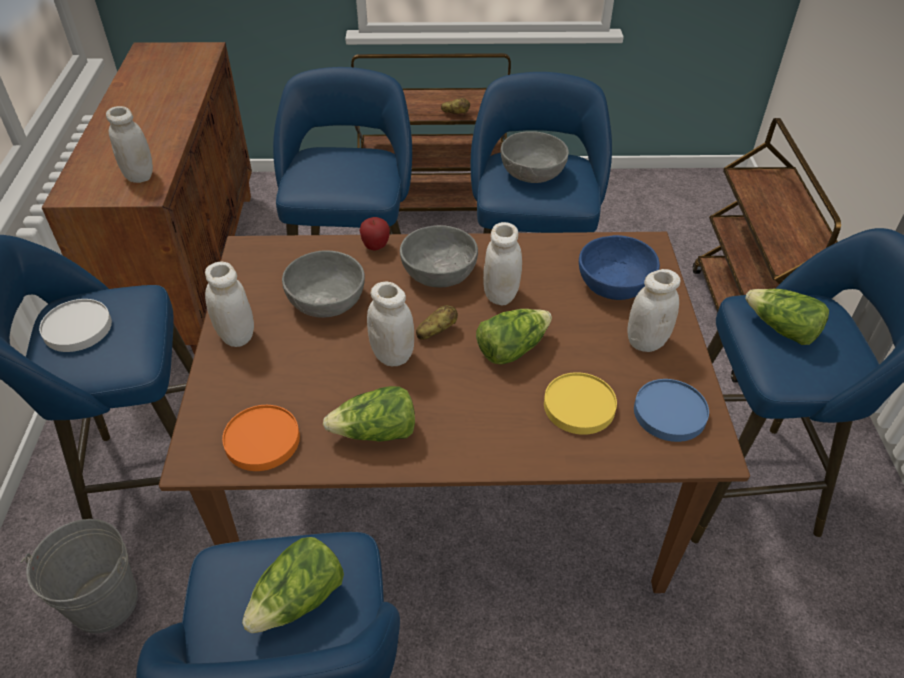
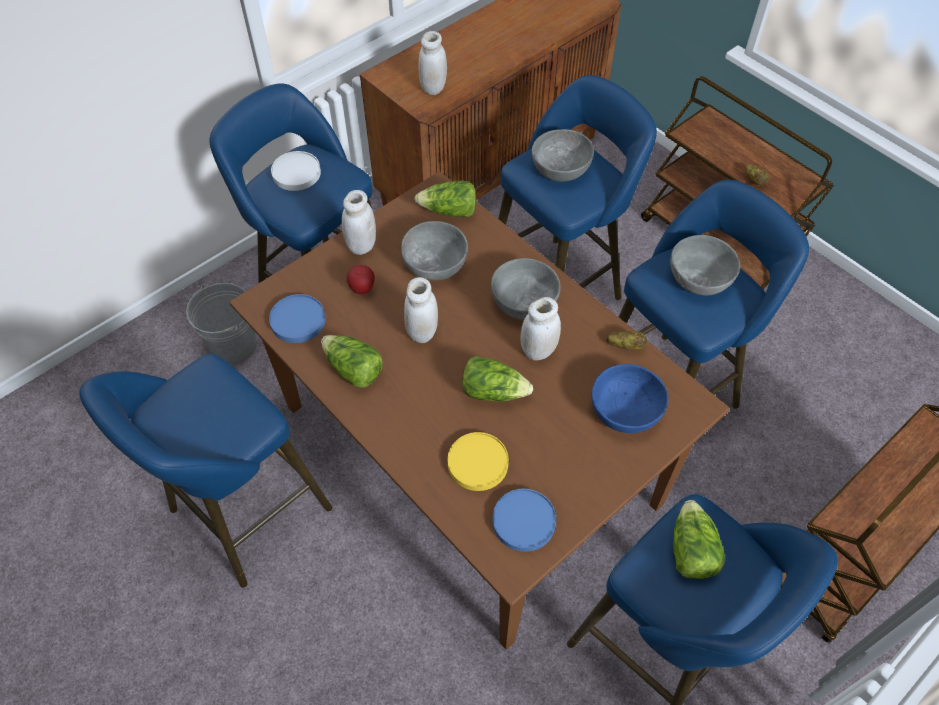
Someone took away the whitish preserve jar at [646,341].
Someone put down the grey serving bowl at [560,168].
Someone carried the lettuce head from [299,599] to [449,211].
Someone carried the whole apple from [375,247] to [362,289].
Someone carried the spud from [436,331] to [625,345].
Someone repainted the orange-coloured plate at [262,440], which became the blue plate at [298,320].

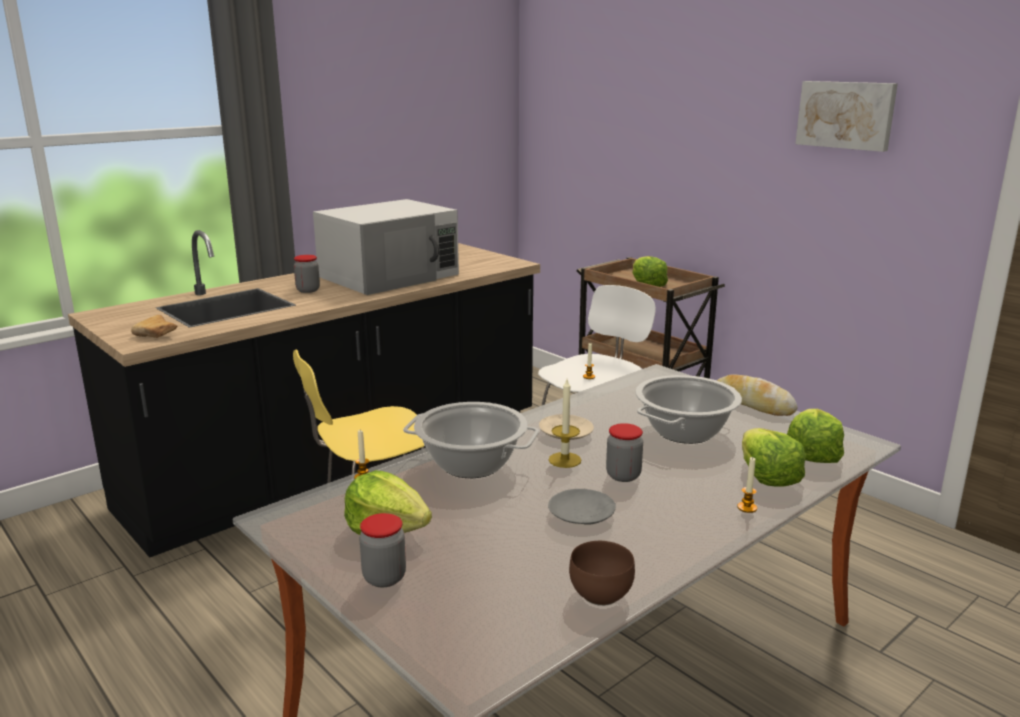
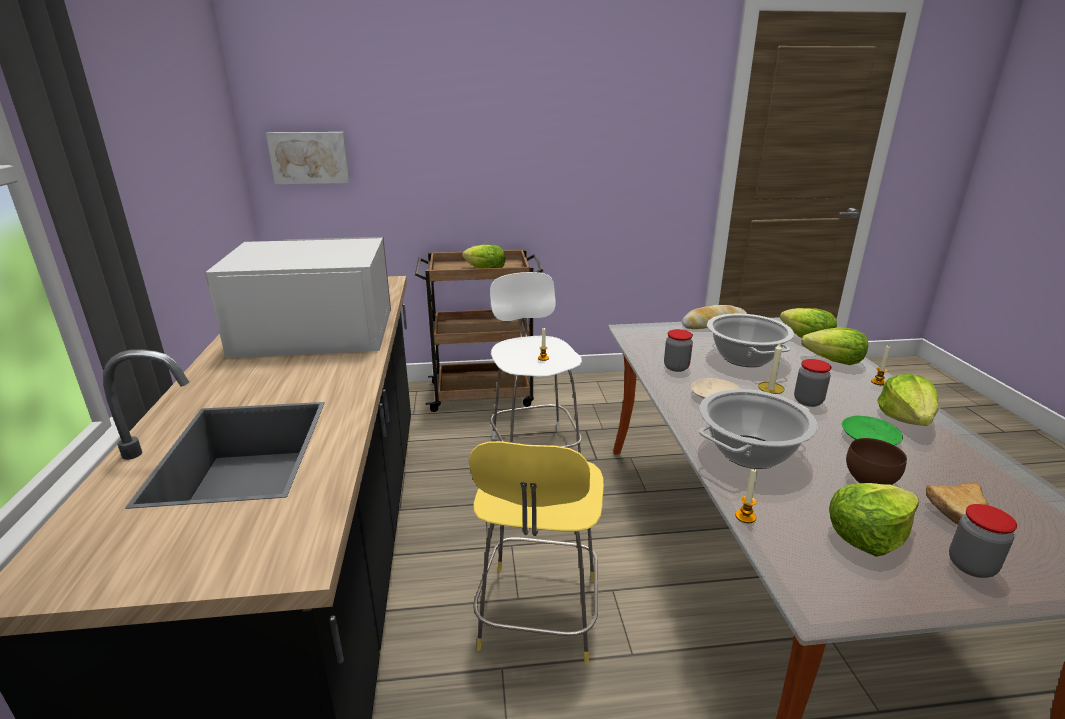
Someone put down the lettuce head at [906,419].
Someone carried the baked bread from [158,335] to [958,508].
Someone carried the preserve jar from [308,290] to [676,367].
Someone carried the brown serving bowl from [601,593] to [868,479].
Someone carried the wall art from [846,115] to [310,157].
Someone repainted the grey plate at [582,514], which became the greenish plate at [870,437].
Someone rotated the whitish kitchen microwave at [390,275] by 90 degrees counterclockwise.

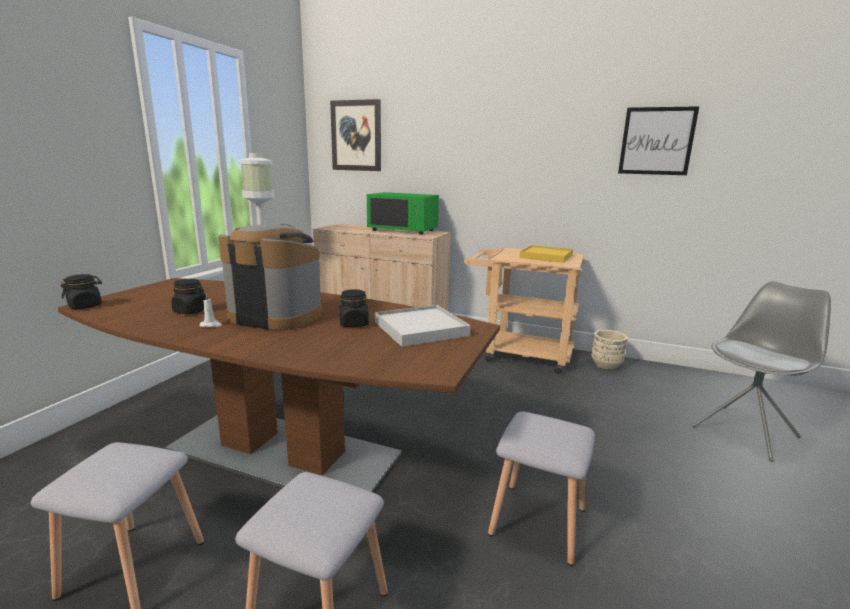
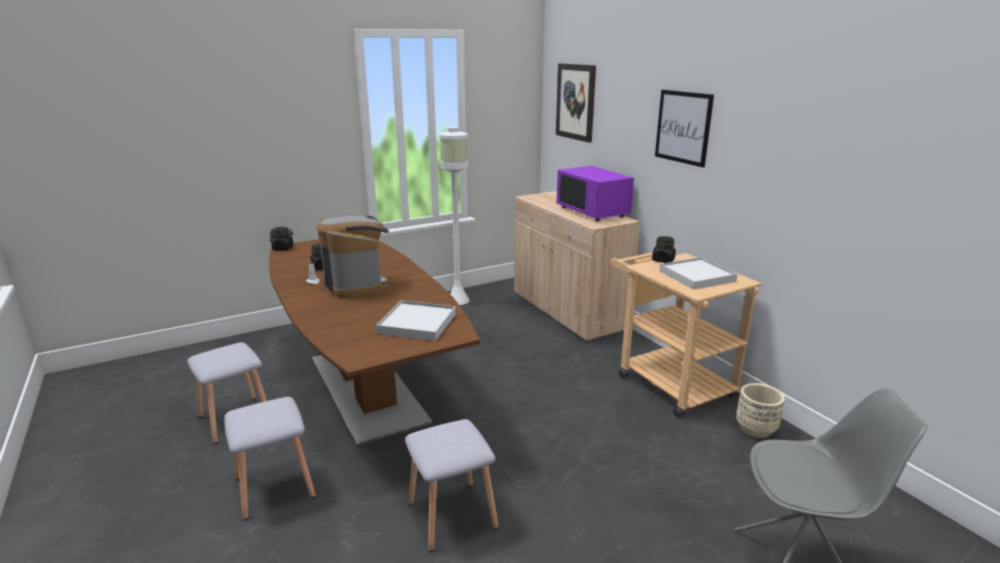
Someone carried the black-coloured preserve jar from [354,324] to [663,260].
Someone carried the wall art from [656,141] to [683,127].
Someone repainted the greenish kitchen microwave at [403,230], which became the purplish kitchen microwave at [593,211].
Someone repainted the yellow carrying tray at [546,256], which became the whitish carrying tray at [696,276].

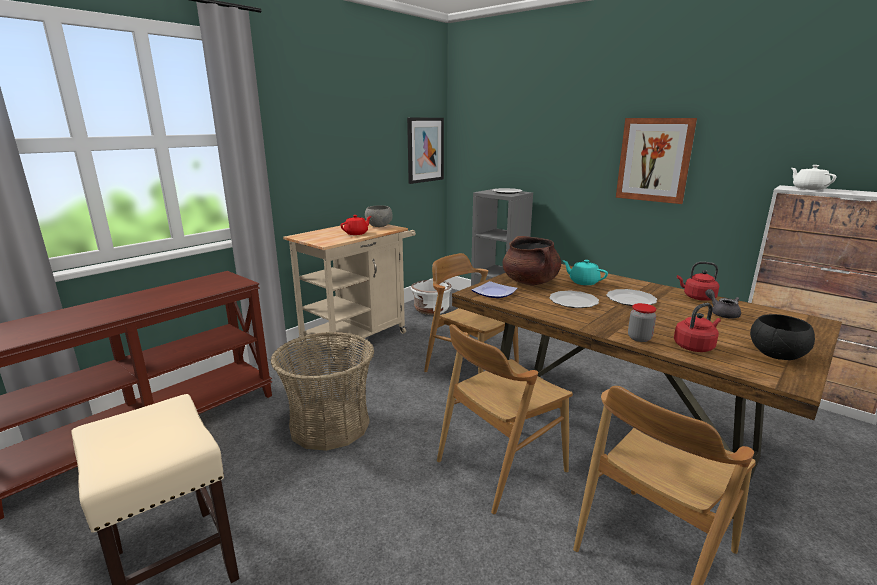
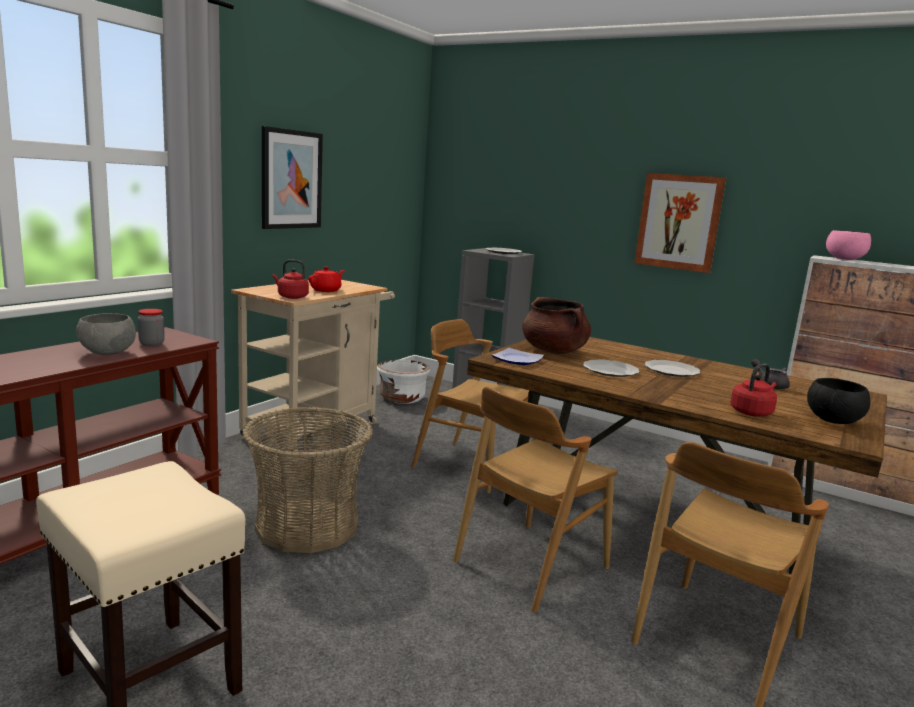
Someone took away the turquoise-coloured tea pot at [583,282].
Someone carried the grey serving bowl from [379,226] to [108,353].
Someone carried the wall art from [425,150] to [291,179].
Someone carried the preserve jar from [639,338] to [152,344].
Someone carried the reddish water kettle from [697,297] to [291,297].
Someone swapped the whitish tea pot at [808,188] for the pink-coloured serving bowl at [844,259].

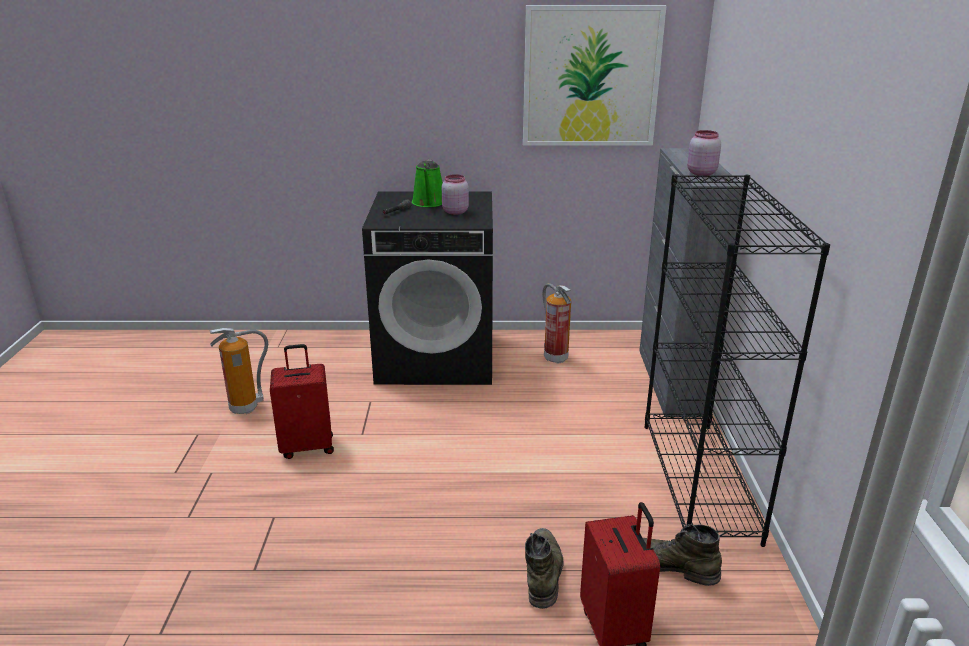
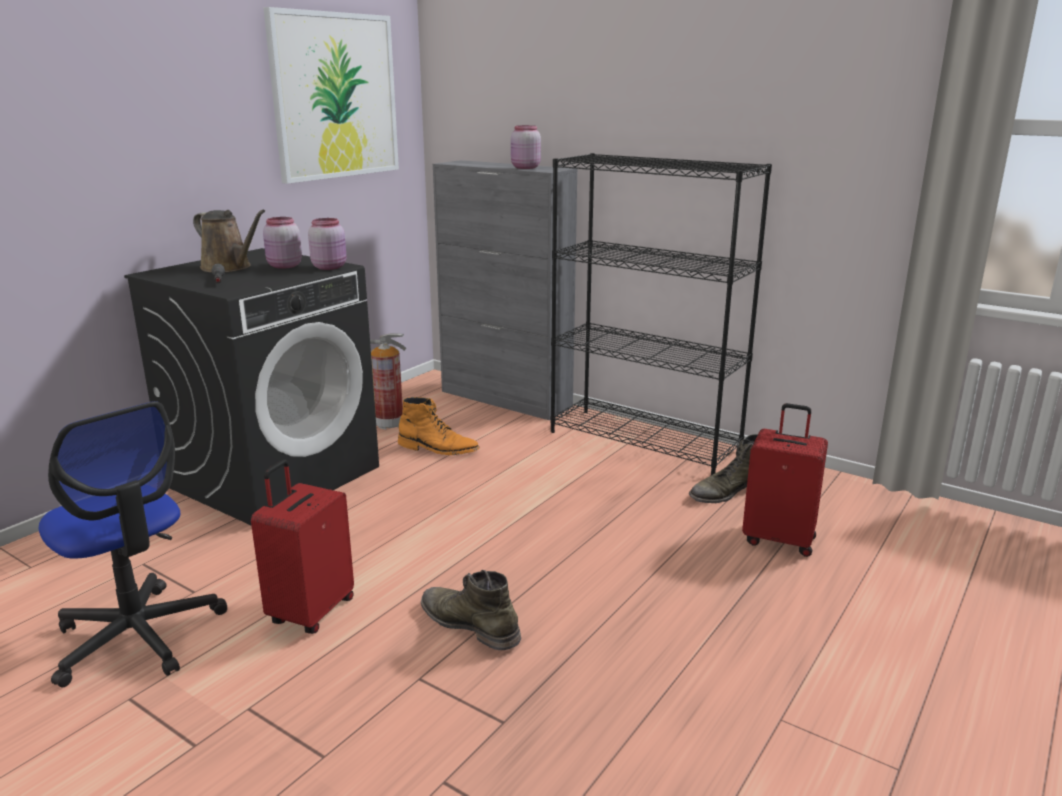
Someone put down the pink-coloured preserve jar at [330,267].
Someone put down the orange-coloured boot at [438,449].
Someone carried the greenish boot from [543,571] to [469,624].
Someone swapped the fire extinguisher at [245,408] for the desk chair at [138,636].
Someone repainted the greenish watering pot at [429,203], which became the brown watering pot at [229,267].

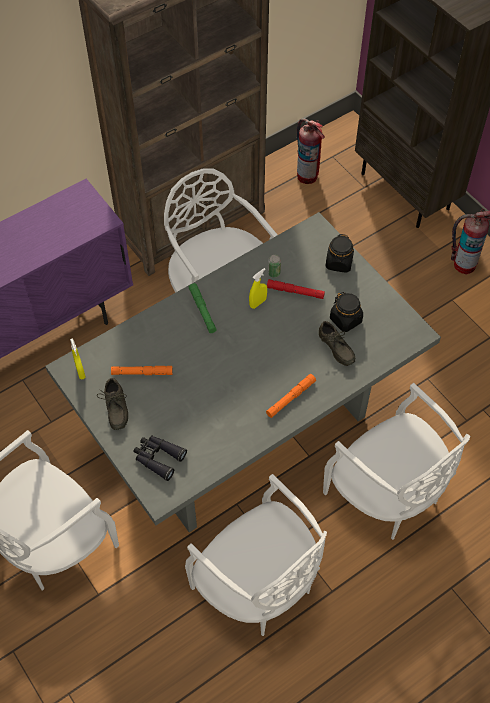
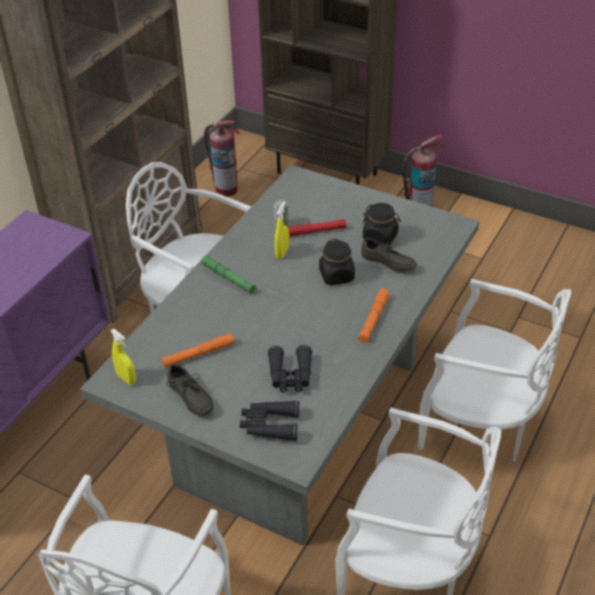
Someone put down the black-coloured pair of binoculars at [290,376].
Someone carried the black-coloured preserve jar from [339,263] to [336,276].

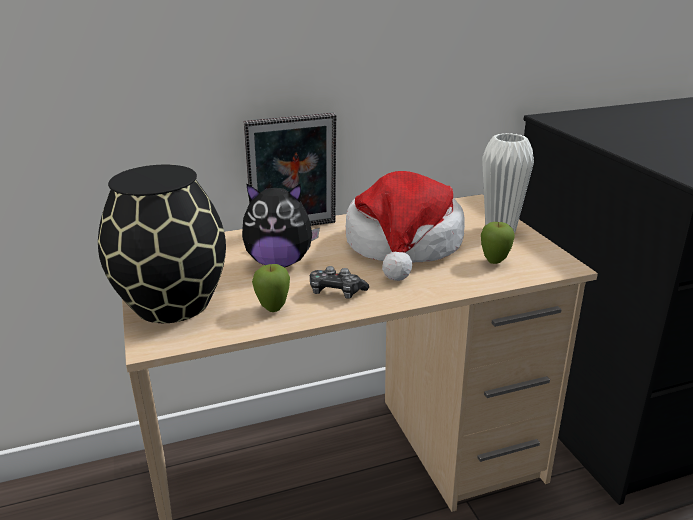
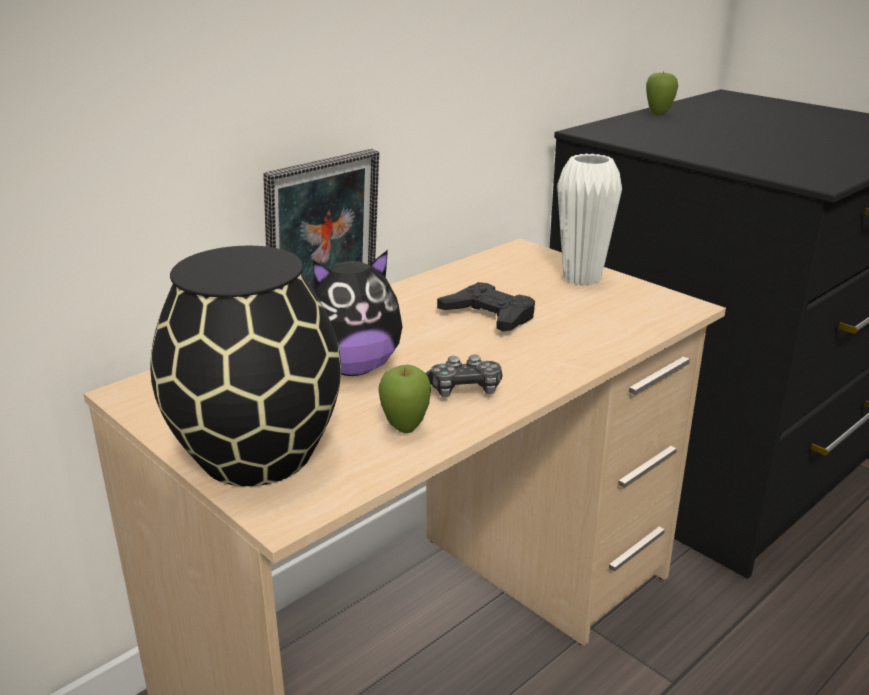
Someone carried the whole apple from [494,262] to [658,114].
Someone swapped the hat at [404,245] for the black-coloured joypad at [489,316].

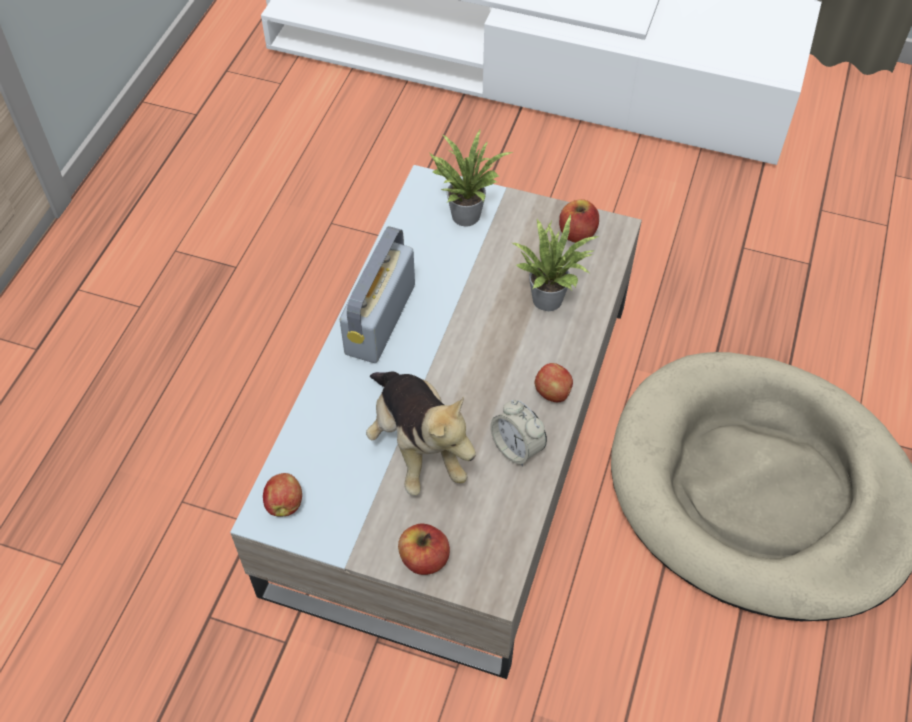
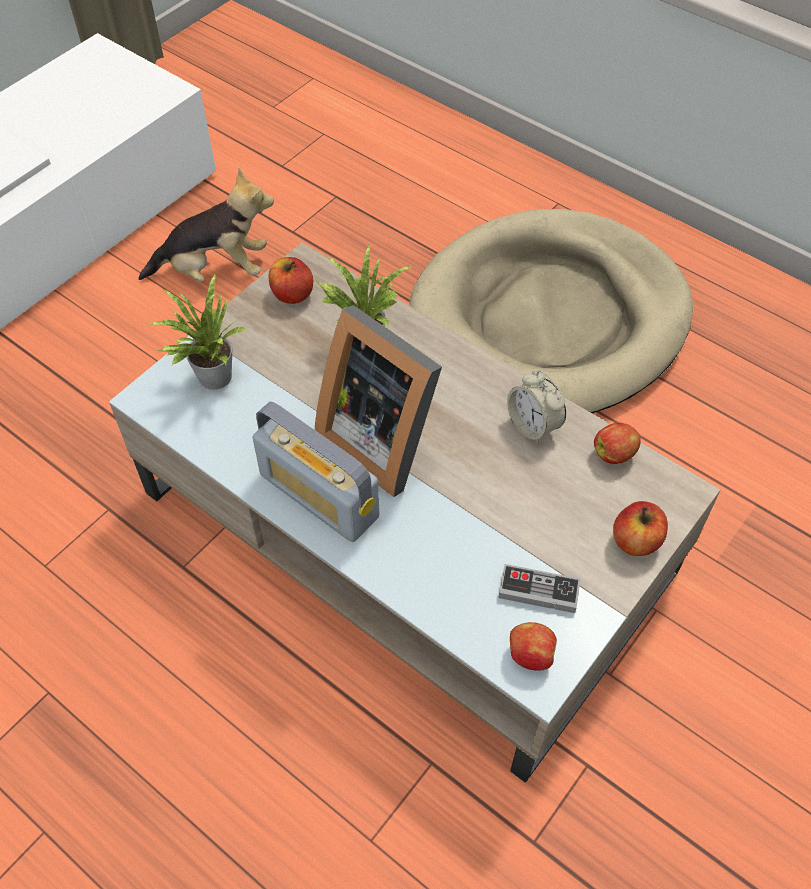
Someone put down the picture frame at [382,437].
Someone put down the joypad at [538,590].
Someone carried the plush toy from [416,446] to [215,270].
Someone carried the whole apple from [553,393] to [614,454].
Someone rotated the alarm clock at [517,448] by 75 degrees clockwise.

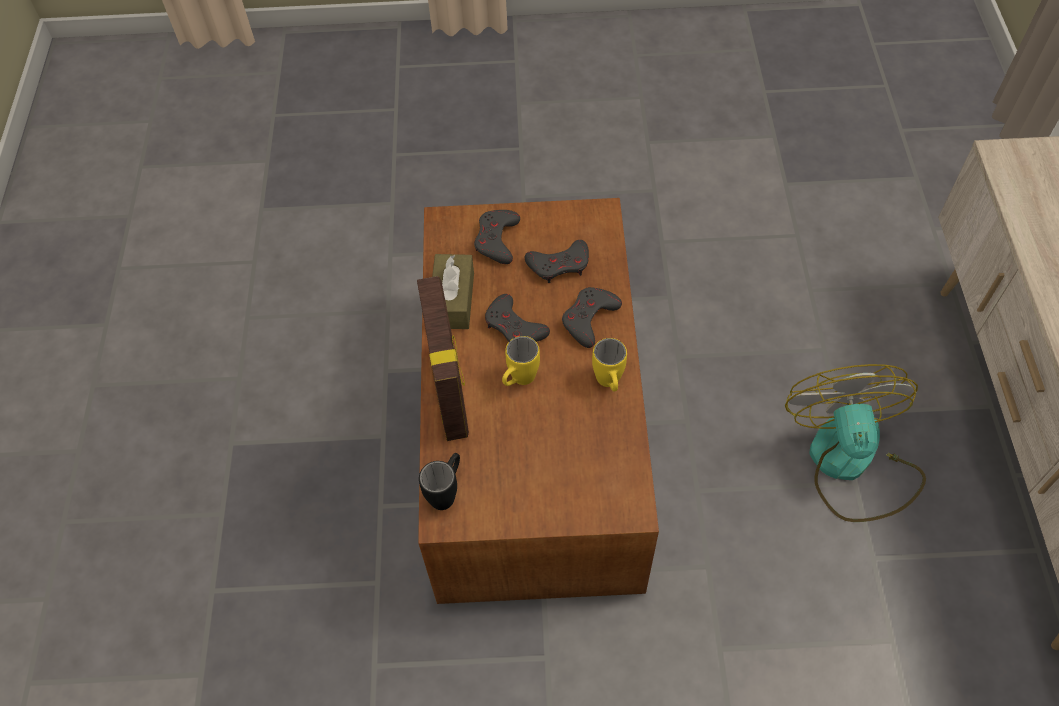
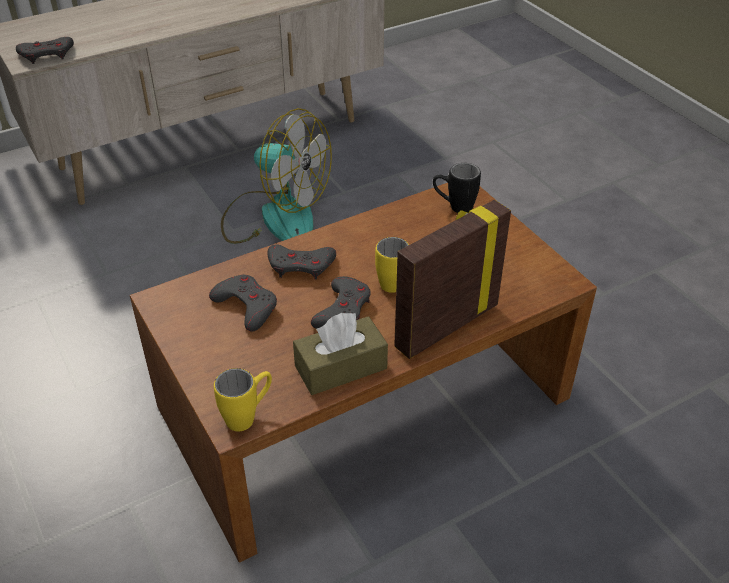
Someone carried the black-coloured tea mug from [446,491] to [454,207].
Someone carried the grey joypad from [497,240] to [47,54].
Someone carried the yellow tea mug from [609,384] to [248,416].
Someone rotated the fan at [850,463] by 120 degrees counterclockwise.

